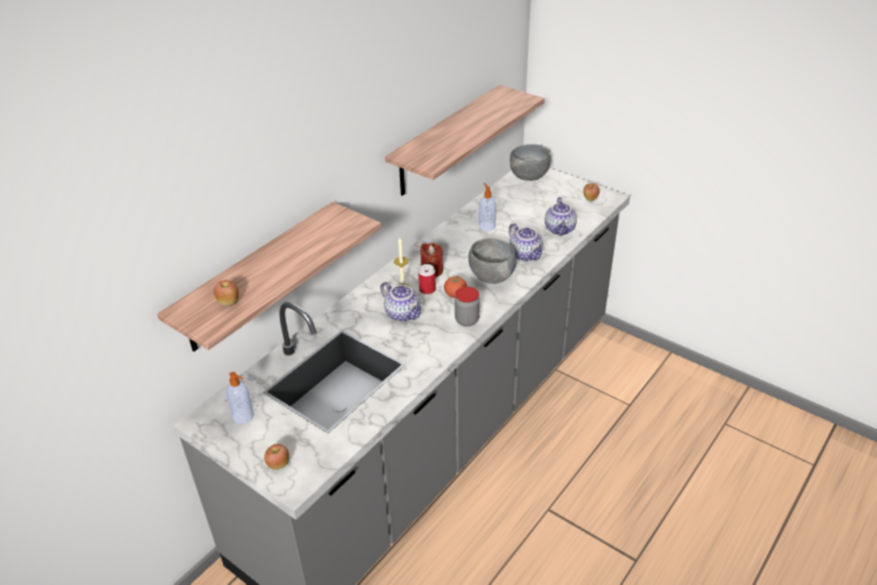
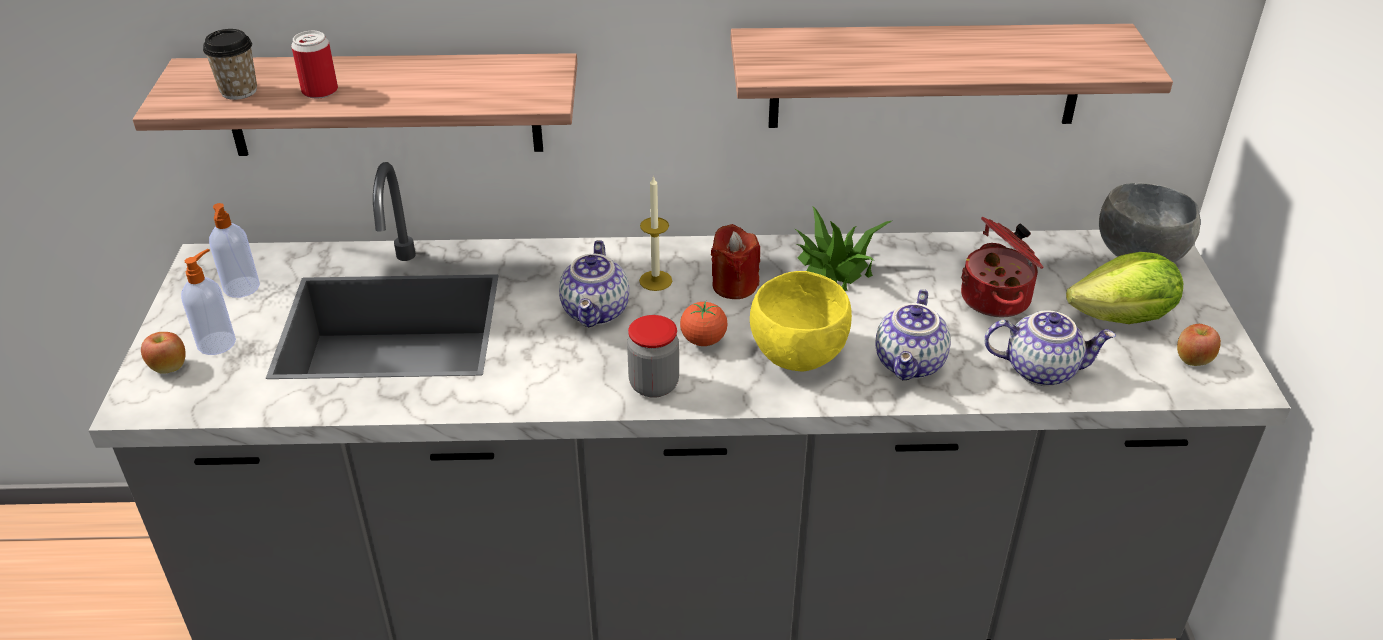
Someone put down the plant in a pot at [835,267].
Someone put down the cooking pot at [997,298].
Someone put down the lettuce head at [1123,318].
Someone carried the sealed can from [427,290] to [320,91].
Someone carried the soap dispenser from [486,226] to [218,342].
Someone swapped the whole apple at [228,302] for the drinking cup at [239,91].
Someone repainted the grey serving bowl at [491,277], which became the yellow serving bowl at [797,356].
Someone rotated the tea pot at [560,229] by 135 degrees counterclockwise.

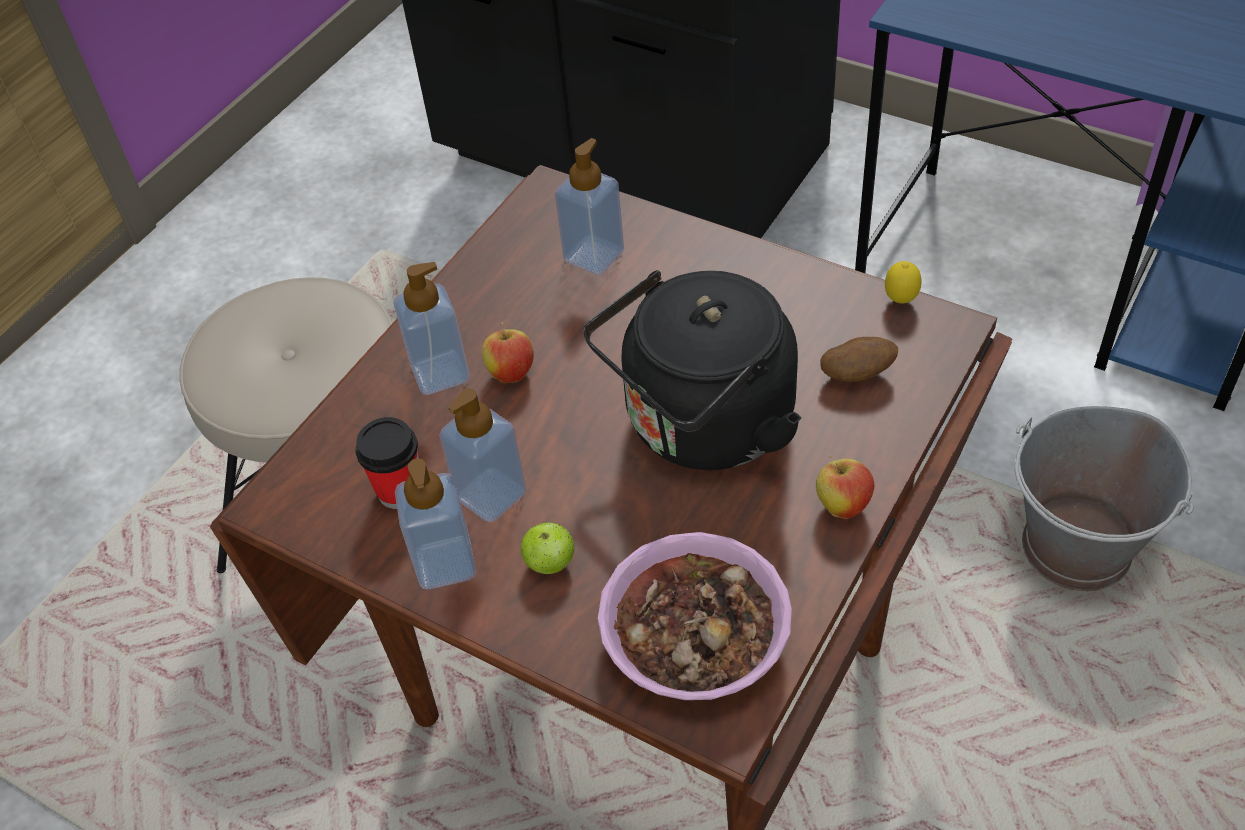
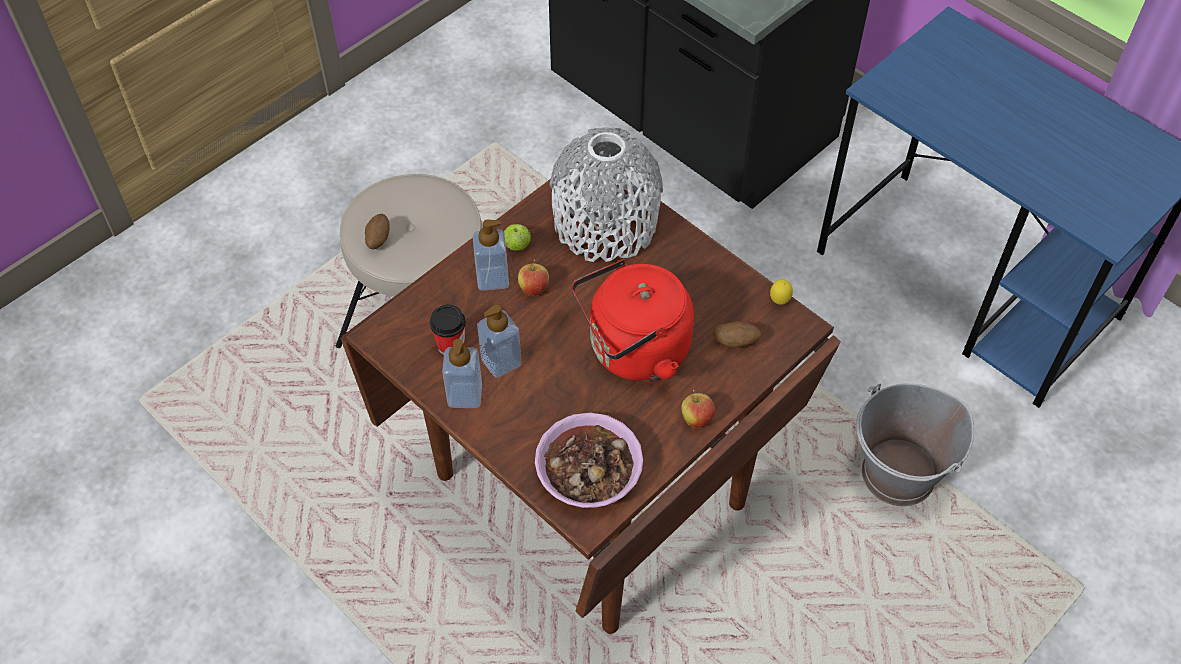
Someone put down the spud at [378,239].
Someone carried the whole apple from [550,563] to [517,246].
Someone swapped the soap dispenser at [594,255] for the grey decorative vase at [605,224].
Someone repainted the black-coloured water kettle at [702,427], which became the reddish water kettle at [633,351].

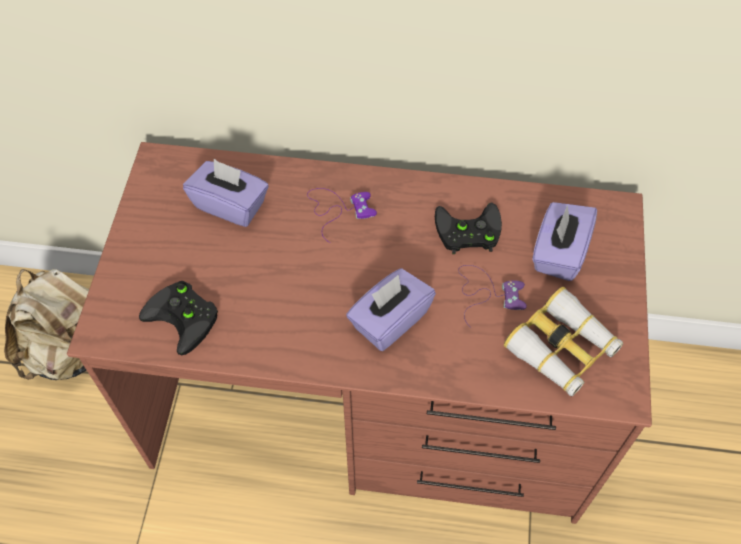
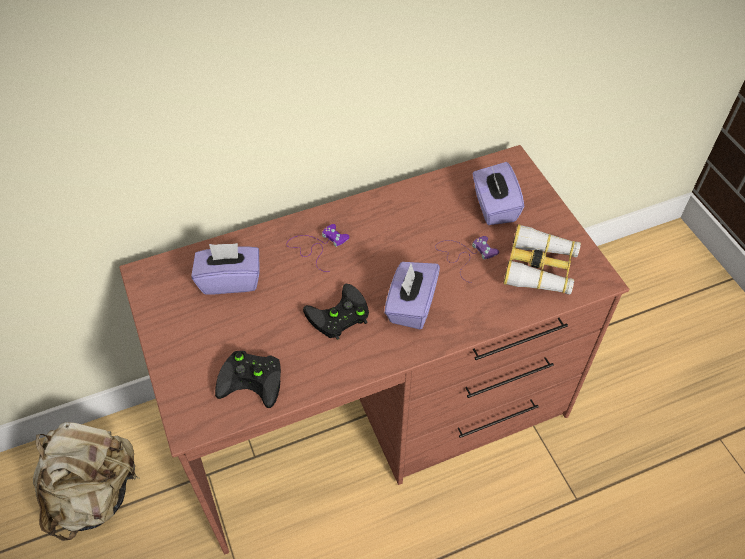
Someone carried the black-coloured joypad from [466,232] to [338,317].

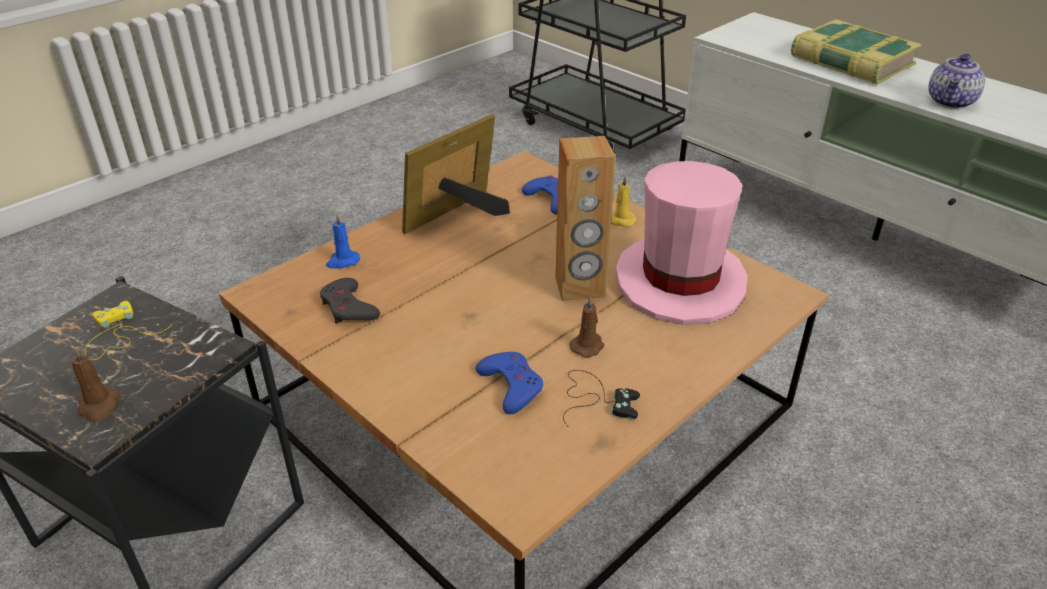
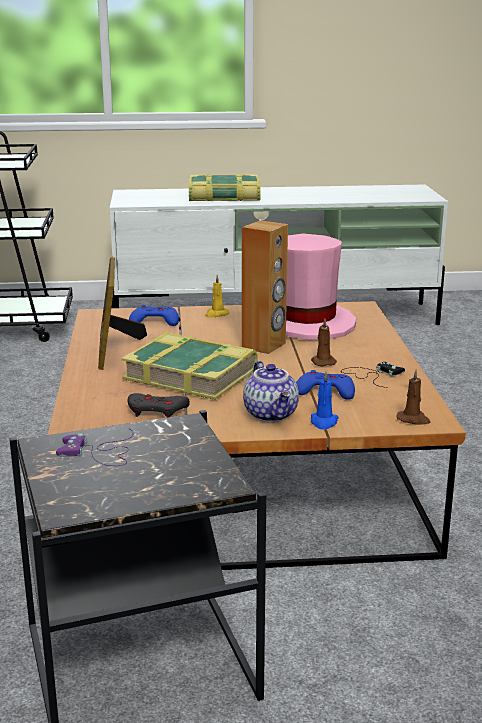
Someone put down the volume at [191,375].
Someone carried the brown wax candle from [99,406] to [413,419].
Someone carried the blue wax candle from [342,261] to [323,422].
Someone carried the tea pot from [951,102] to [272,414].
Someone repainted the yellow joypad at [117,334], which became the purplish joypad at [100,453].

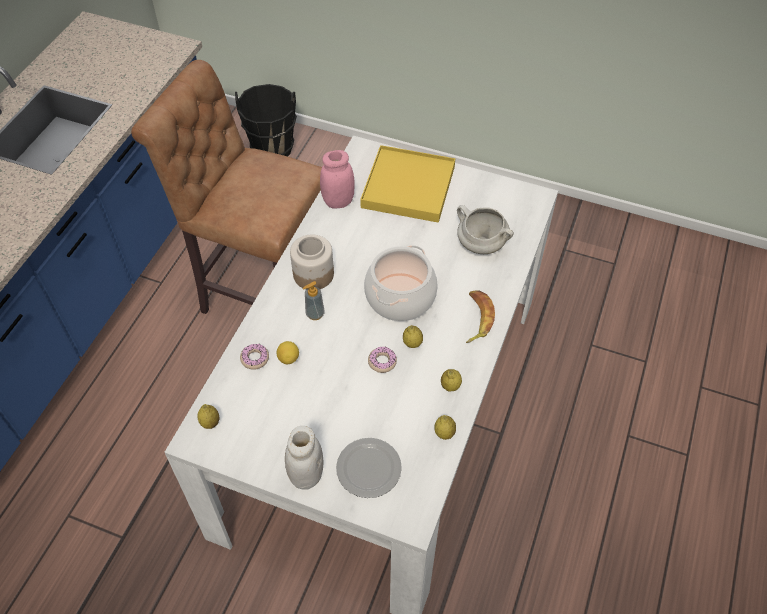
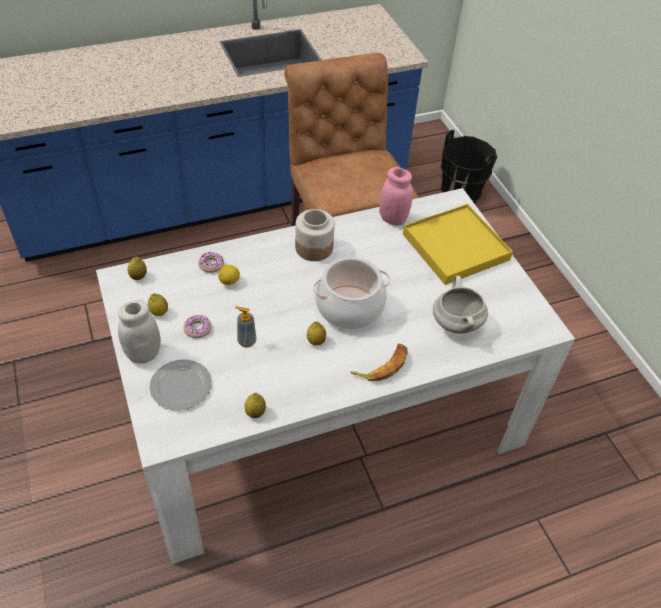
Someone carried the soap dispenser from [315,314] to [246,341].
Someone carried the ring doughnut from [382,362] to [197,329].
Someone carried the lemon from [450,386] to [159,312].

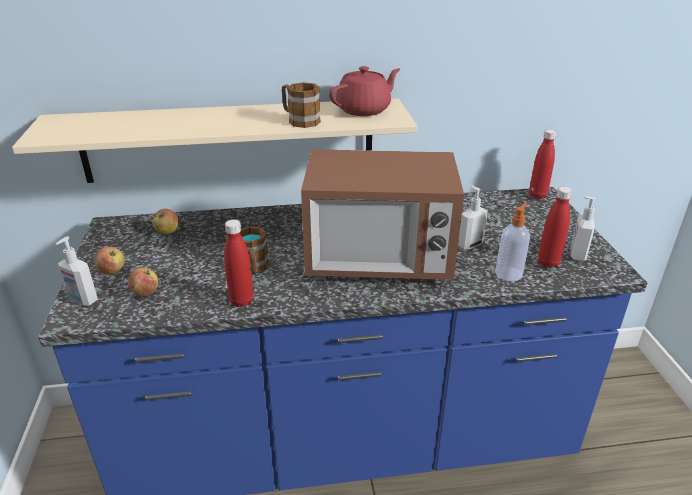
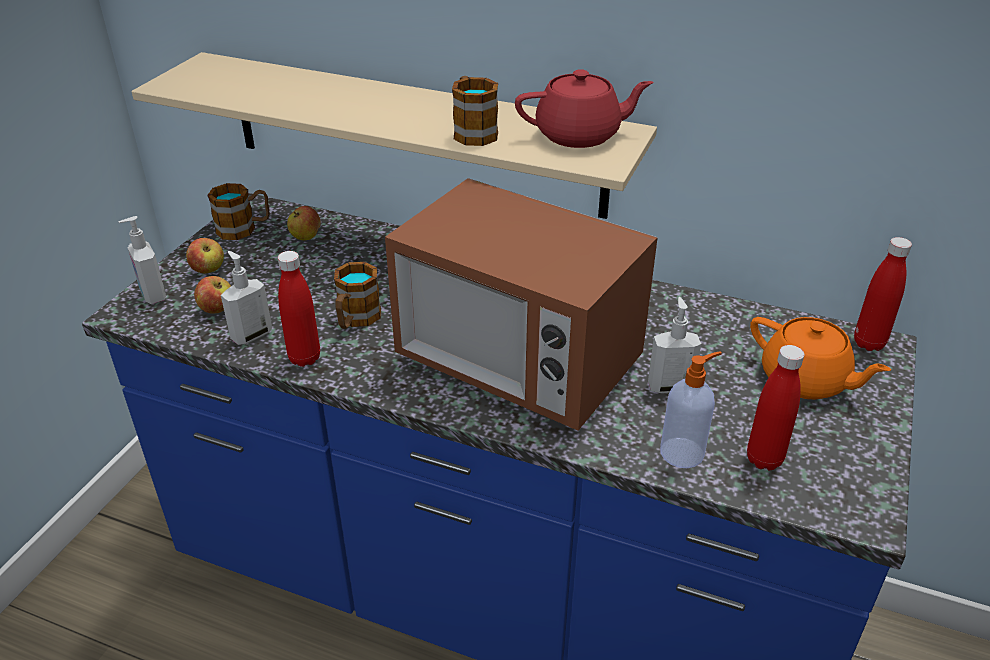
Someone put down the tea mug at [244,229].
Someone put down the orange-coloured tea pot at [805,380].
Someone carried the soap dispenser from [576,255] to [251,335].

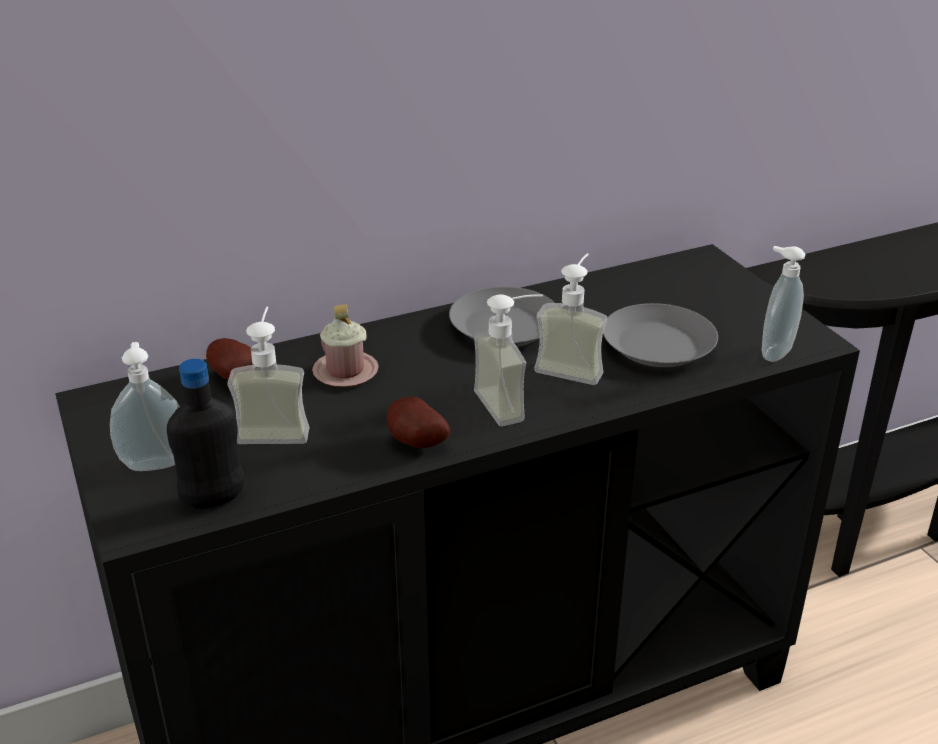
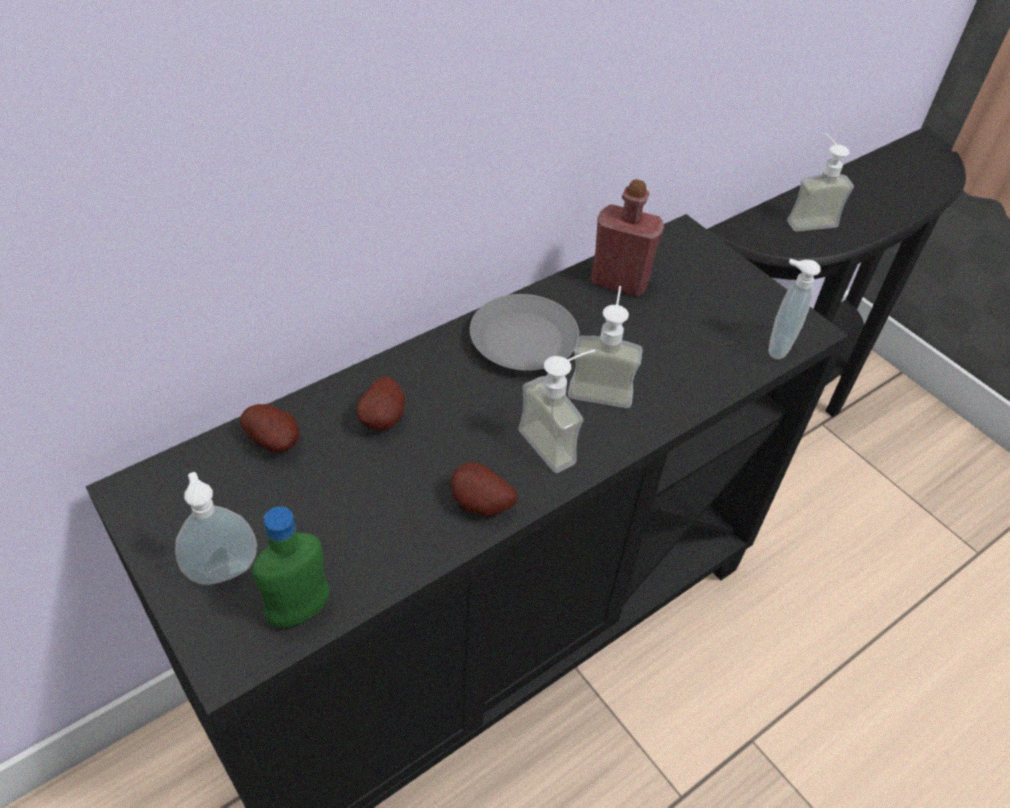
Someone took away the grey plate at [659,345].
Someone put down the reddish bottle at [619,282].
Someone carried the soap dispenser from [274,427] to [807,218].
Someone swapped the pink-coloured tea mug at [345,372] for the spud at [384,419].
Someone repainted the black-coloured bottle at [213,499], which became the greenish bottle at [299,611].

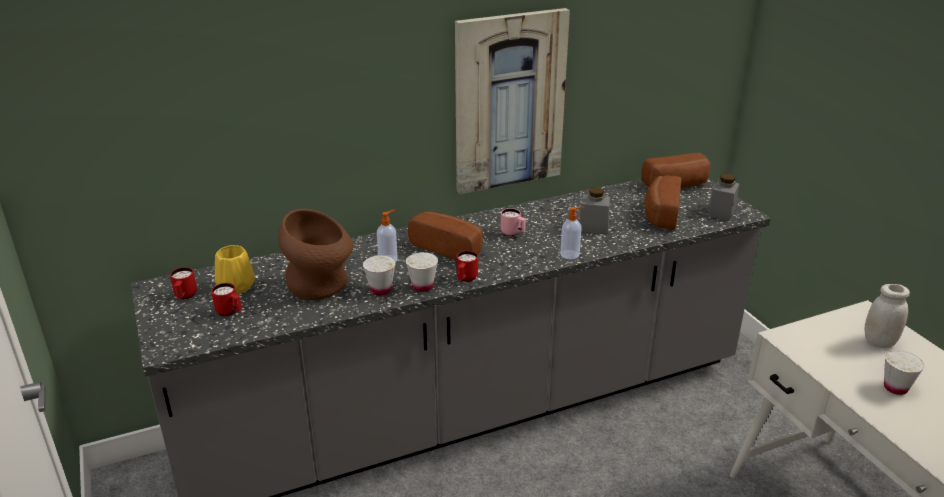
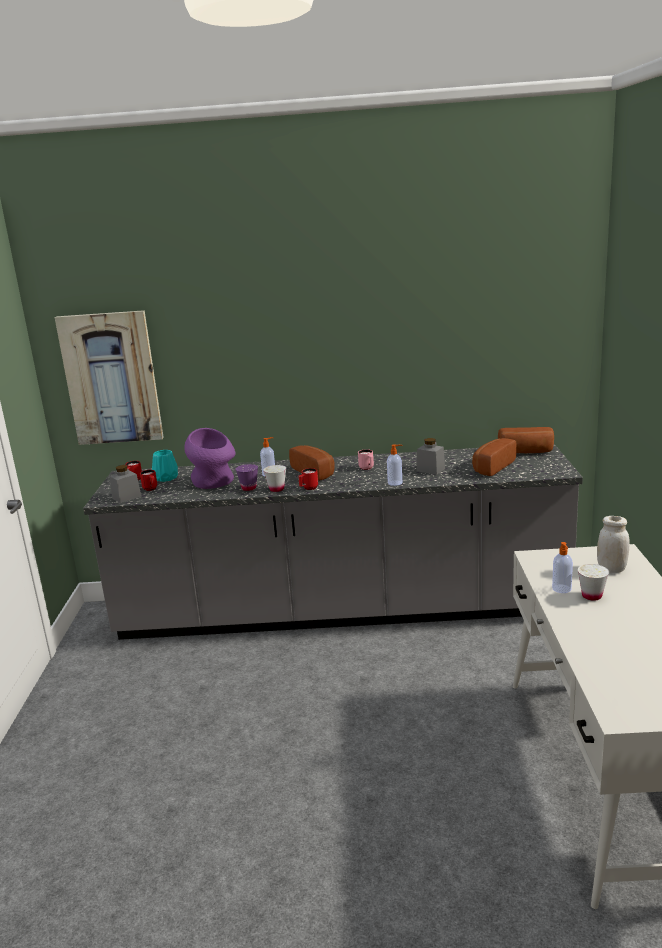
Someone put down the soap dispenser at [562,589].
Someone carried the wall art from [509,102] to [111,378].
Someone carried the grey preserve jar from [721,212] to [126,497].
Someone repainted the yellow decorative vase at [237,286], which became the turquoise-coloured decorative vase at [166,478].
Someone repainted the brown decorative vase at [321,287], which became the purplish decorative vase at [214,483].
Someone repainted the whitish drinking cup at [381,290], which became the purplish drinking cup at [249,488].

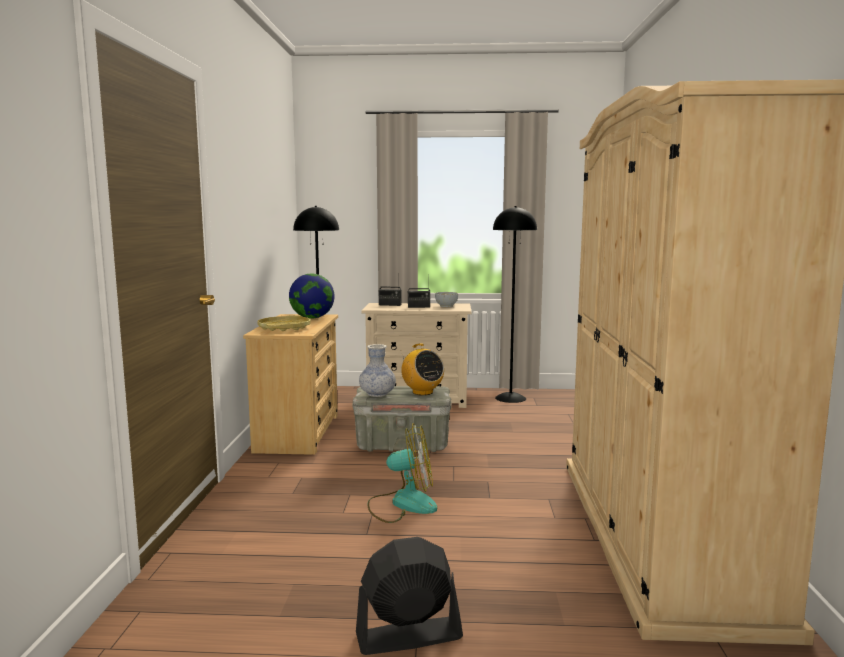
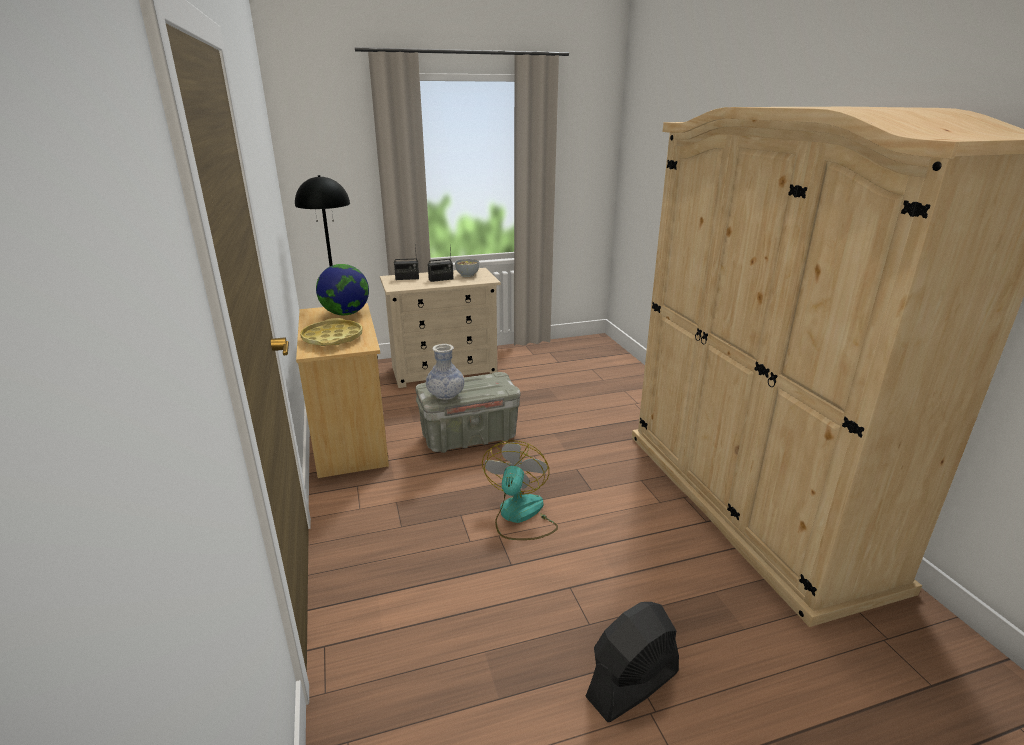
Someone took away the radio receiver at [422,392].
Someone took away the black-coloured floor lamp at [511,398].
Someone rotated the fan at [403,504] by 60 degrees counterclockwise.

